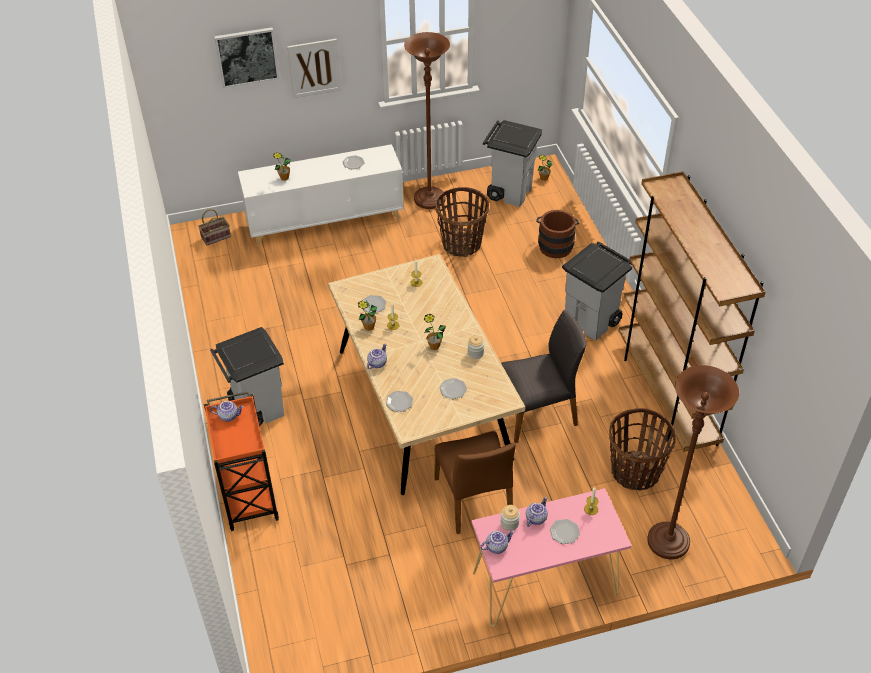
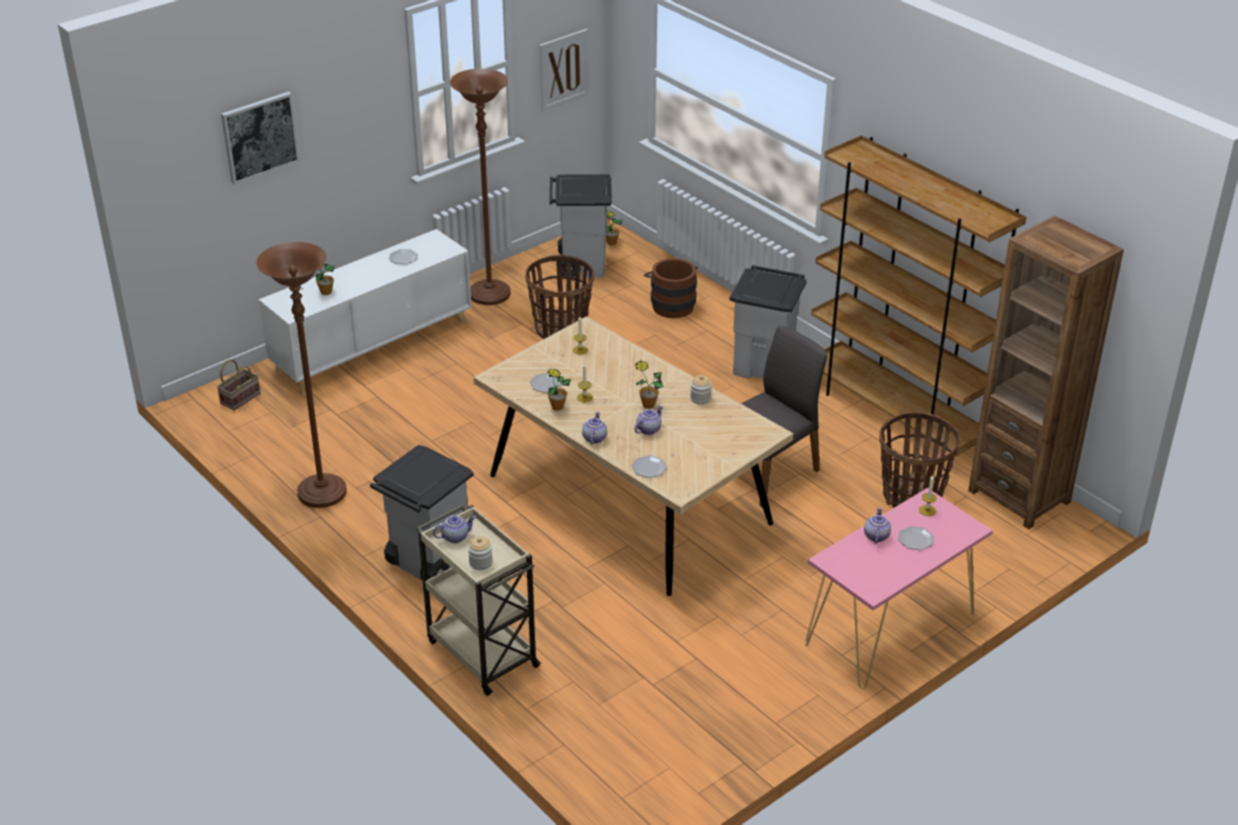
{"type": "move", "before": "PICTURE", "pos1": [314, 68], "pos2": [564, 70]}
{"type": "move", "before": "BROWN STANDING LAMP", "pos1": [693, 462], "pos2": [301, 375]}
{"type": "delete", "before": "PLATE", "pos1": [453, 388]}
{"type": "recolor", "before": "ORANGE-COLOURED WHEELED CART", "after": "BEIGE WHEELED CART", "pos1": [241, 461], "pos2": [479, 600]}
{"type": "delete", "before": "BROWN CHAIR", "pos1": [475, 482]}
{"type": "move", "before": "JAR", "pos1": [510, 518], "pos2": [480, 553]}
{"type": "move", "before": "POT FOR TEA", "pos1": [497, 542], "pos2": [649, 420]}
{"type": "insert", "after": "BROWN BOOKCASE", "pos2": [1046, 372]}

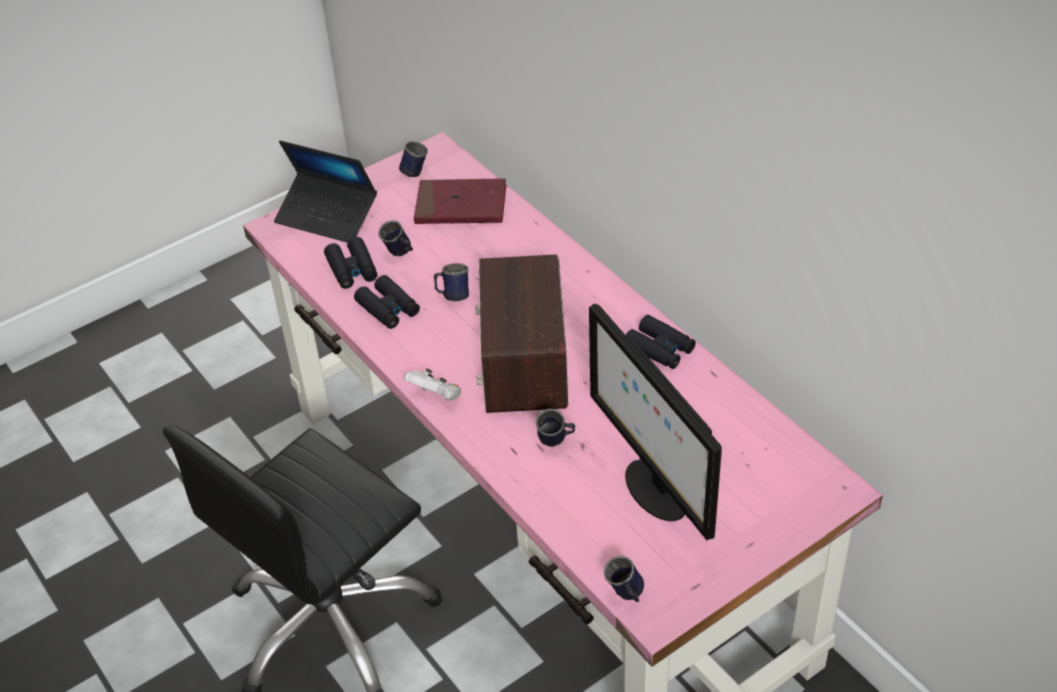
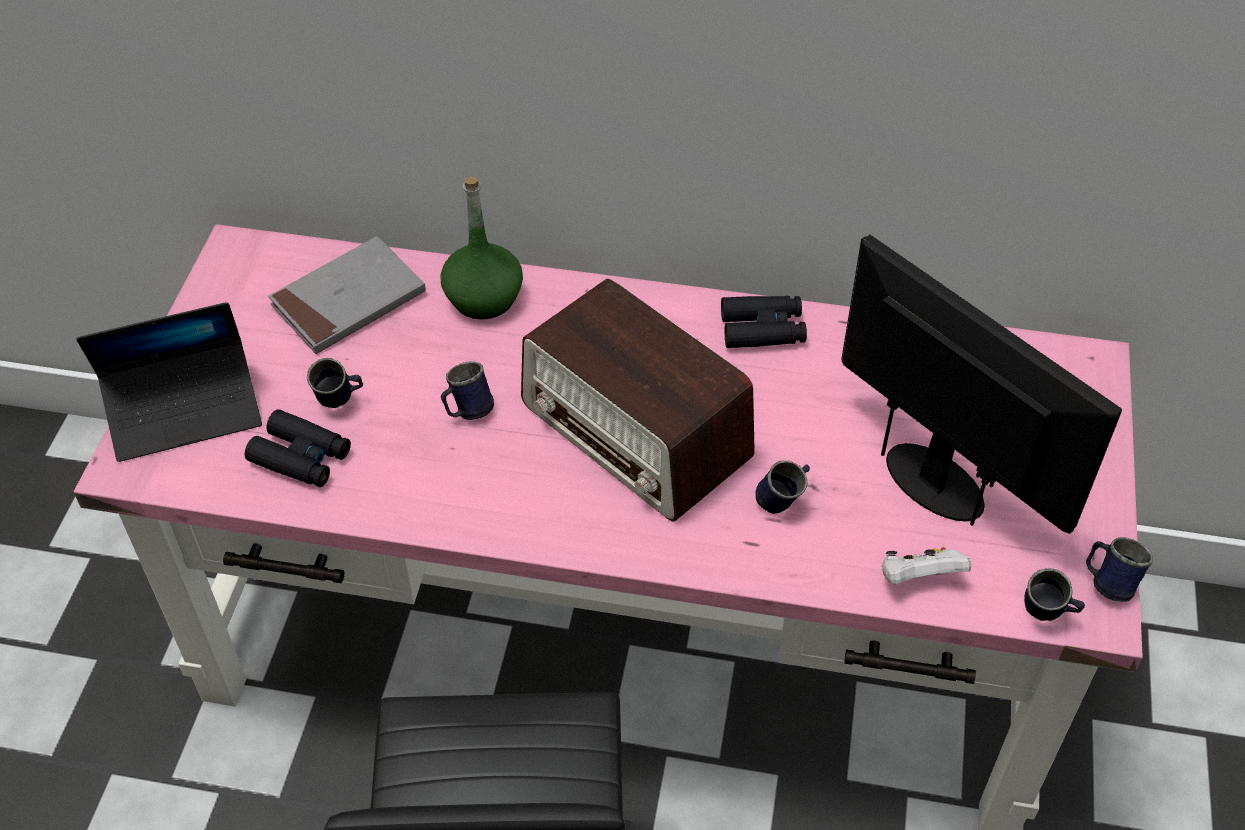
{"type": "move", "before": "BLUE COFFEE MUG", "pos1": [413, 159], "pos2": [1119, 569]}
{"type": "recolor", "before": "REDDISH VOLUME", "after": "GREY VOLUME", "pos1": [460, 201], "pos2": [347, 295]}
{"type": "delete", "before": "BLACK FIELD GLASSES", "pos1": [387, 302]}
{"type": "rotate", "before": "MONITOR", "pos1": [655, 421], "pos2": [981, 384], "turn": -150}
{"type": "move", "before": "WHITISH GAME CONTROLLER", "pos1": [432, 385], "pos2": [926, 565]}
{"type": "insert", "after": "GREEN BOTTLE", "pos2": [481, 248]}

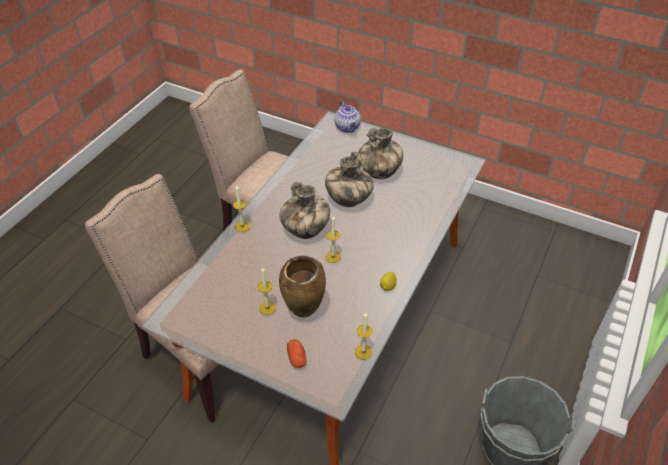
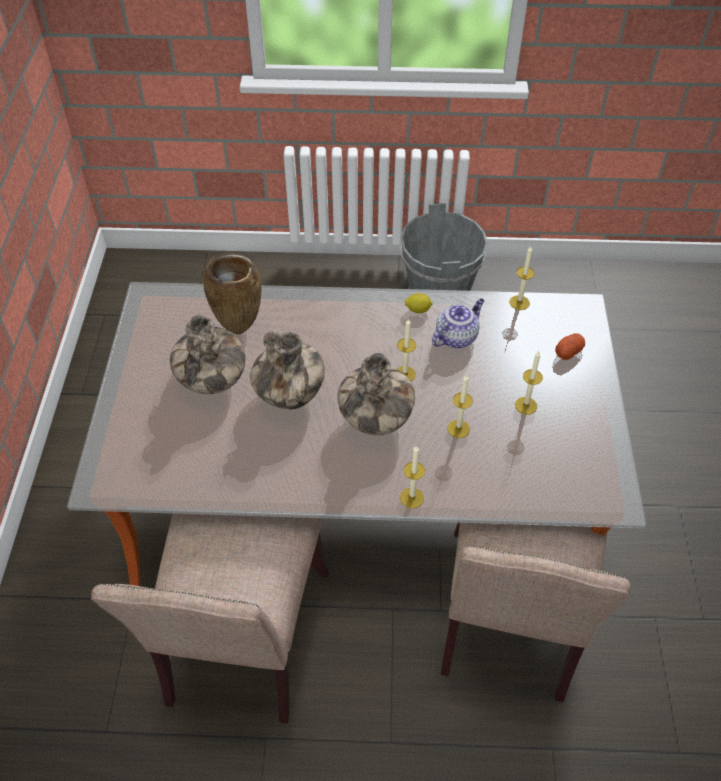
{"type": "move", "before": "POT FOR TEA", "pos1": [347, 117], "pos2": [458, 323]}
{"type": "move", "before": "BROWN FLOWER VASE", "pos1": [302, 287], "pos2": [232, 293]}
{"type": "insert", "after": "CANDLE", "pos2": [460, 406]}

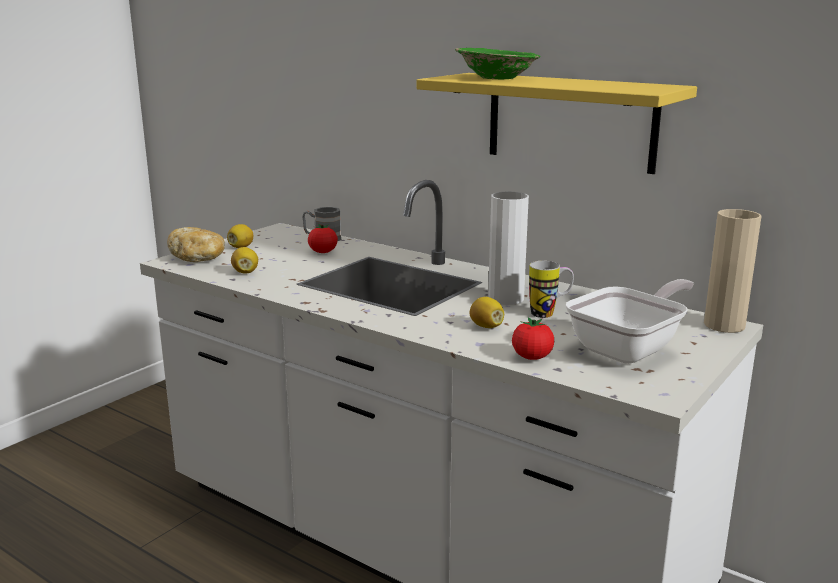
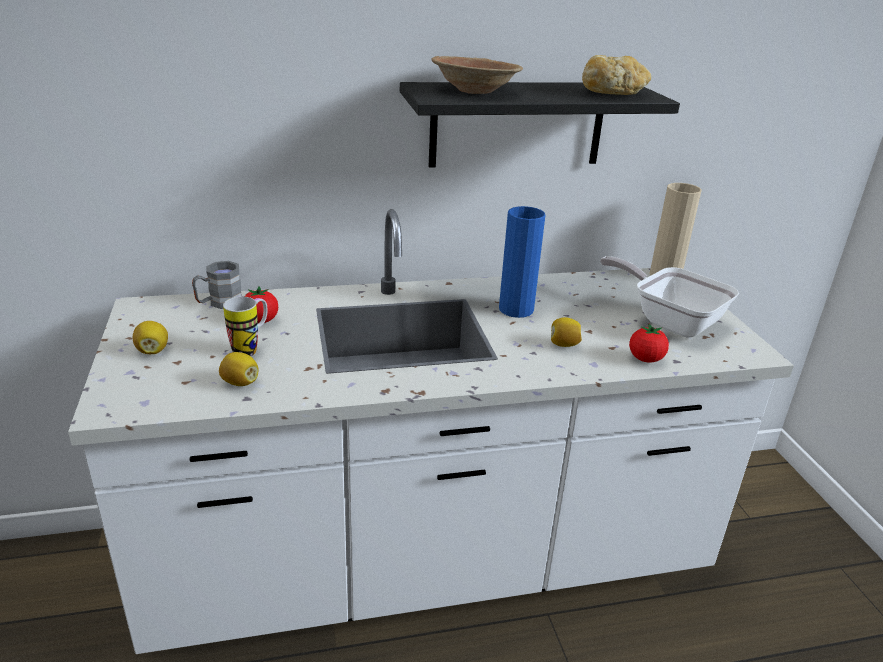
{"type": "recolor", "before": "GREEN SERVING BOWL", "after": "BROWN SERVING BOWL", "pos1": [498, 63], "pos2": [477, 75]}
{"type": "recolor", "before": "YELLOW-COLOURED BRACKET SHELF", "after": "BLACK BRACKET SHELF", "pos1": [557, 123], "pos2": [540, 125]}
{"type": "recolor", "before": "WHITISH FLOWER VASE", "after": "BLUE FLOWER VASE", "pos1": [508, 248], "pos2": [522, 262]}
{"type": "move", "before": "BAKED BREAD", "pos1": [196, 244], "pos2": [616, 75]}
{"type": "move", "before": "COFFEE MUG", "pos1": [551, 289], "pos2": [245, 326]}
{"type": "rotate", "before": "PAN", "pos1": [629, 321], "pos2": [669, 296], "turn": -45}

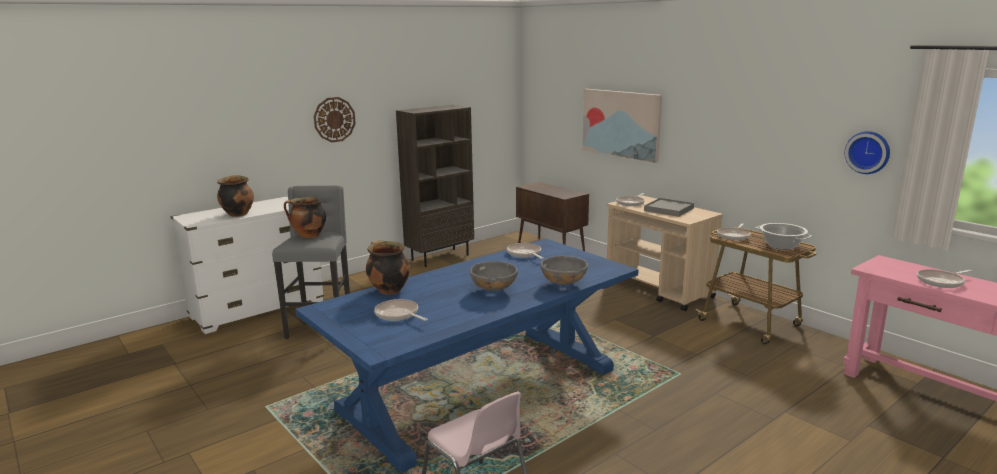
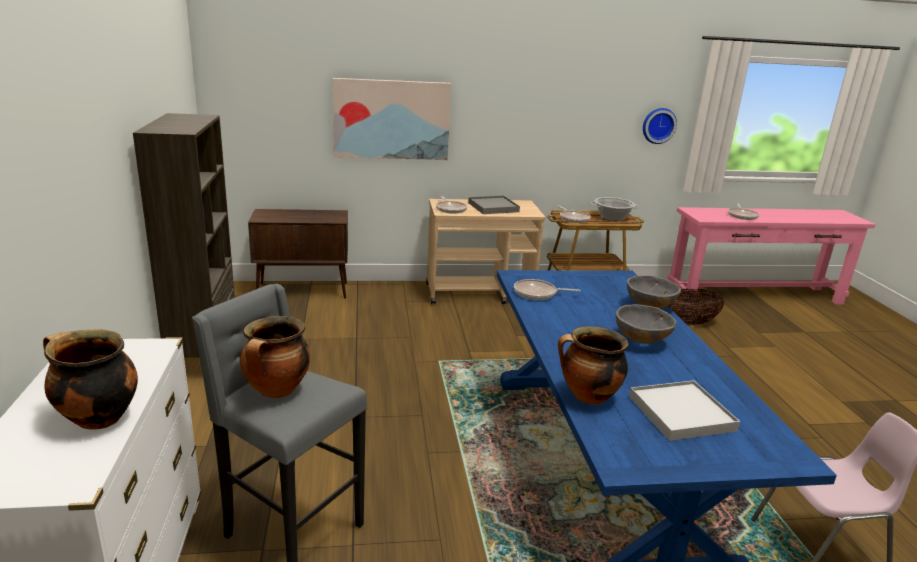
{"type": "delete", "before": "HANGING CLOCK", "pos1": [335, 119]}
{"type": "replace", "before": "PAN", "after": "WHITISH TRAY", "pos1": [401, 310], "pos2": [684, 410]}
{"type": "insert", "after": "HOUSEHOLD BASKET", "pos2": [696, 307]}

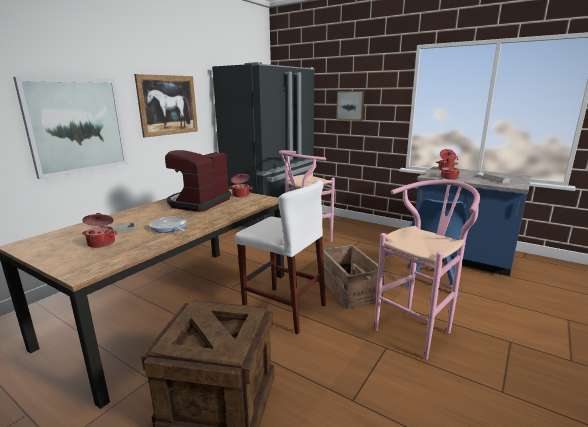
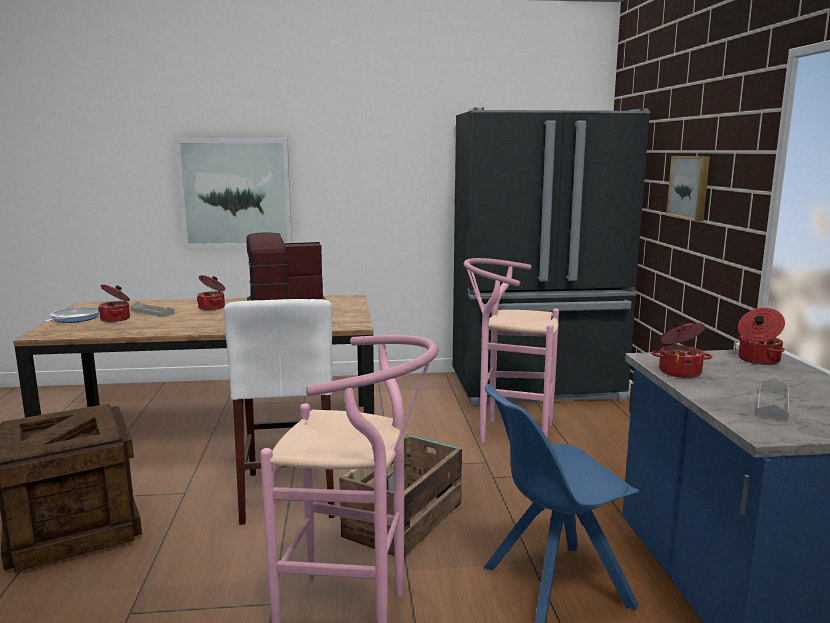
{"type": "delete", "before": "PICTURE", "pos1": [166, 106]}
{"type": "move", "before": "SAUCEPOT", "pos1": [241, 185], "pos2": [211, 292]}
{"type": "move", "before": "PAN", "pos1": [168, 224], "pos2": [71, 315]}

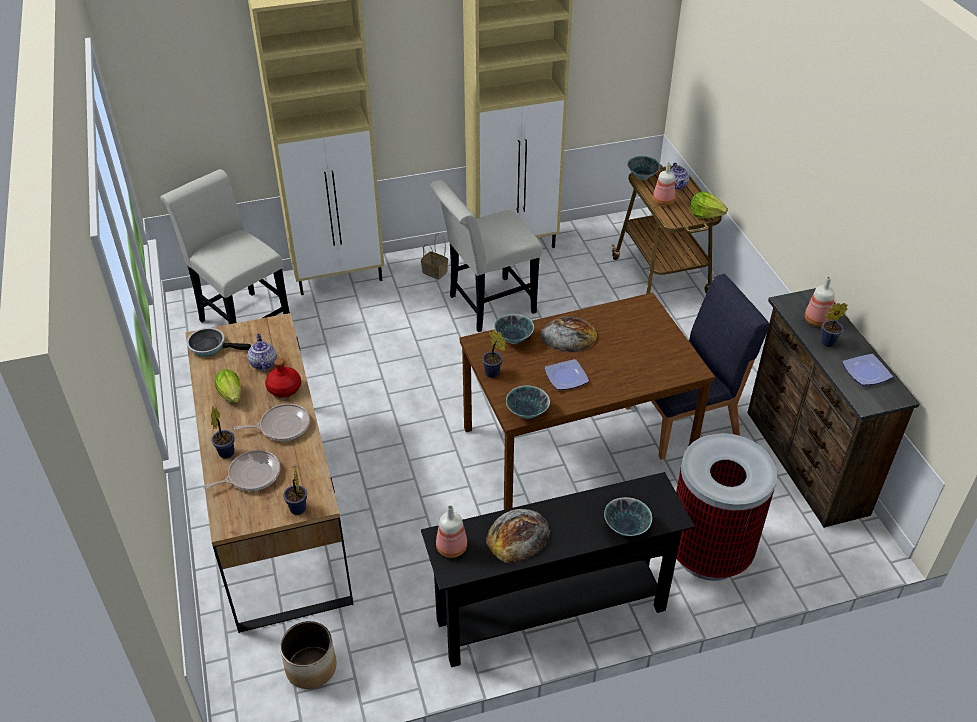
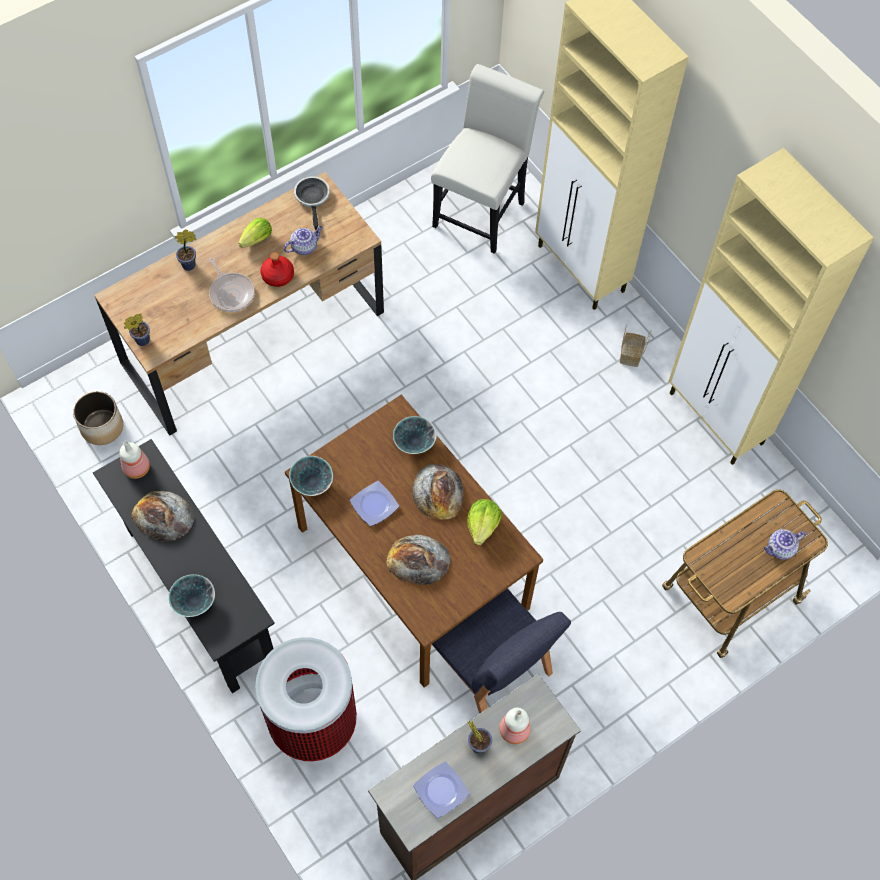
{"type": "delete", "before": "SERVING BOWL", "pos1": [643, 168]}
{"type": "delete", "before": "BOTTLE", "pos1": [664, 184]}
{"type": "delete", "before": "WHITISH CHAIR", "pos1": [486, 256]}
{"type": "move", "before": "LETTUCE HEAD", "pos1": [709, 204], "pos2": [484, 522]}
{"type": "delete", "before": "PLANT IN A POT", "pos1": [494, 354]}
{"type": "delete", "before": "PAN", "pos1": [241, 470]}
{"type": "insert", "after": "BAKED BREAD", "pos2": [418, 560]}

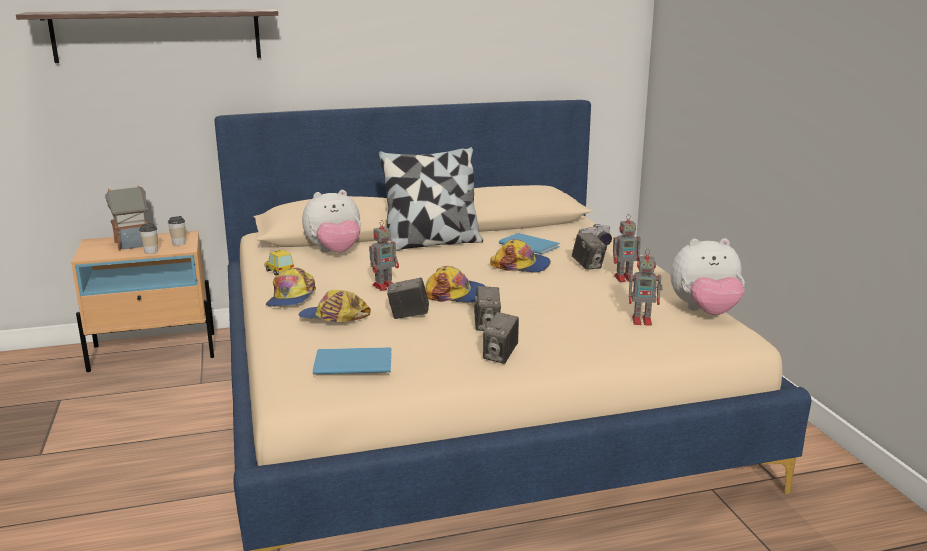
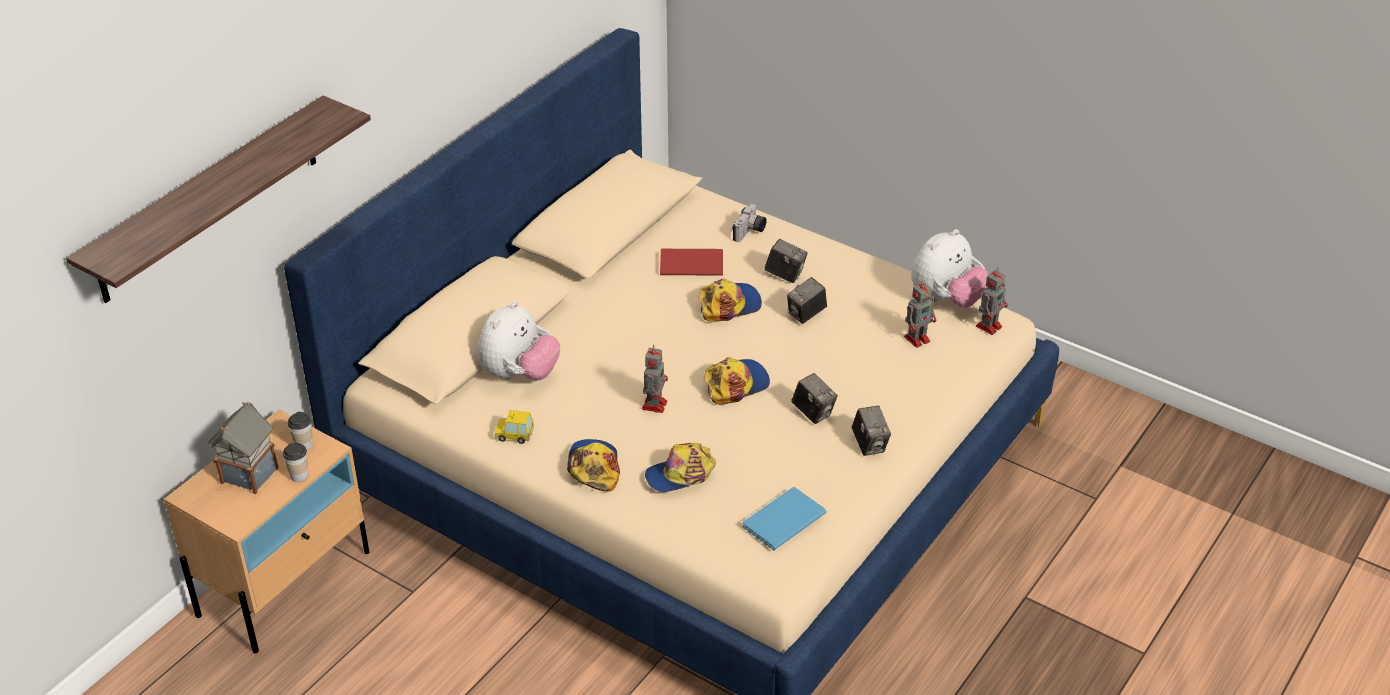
{"type": "delete", "before": "PILLOW", "pos1": [430, 199]}
{"type": "move", "before": "MODEL ROBOT", "pos1": [627, 248], "pos2": [992, 301]}
{"type": "recolor", "before": "BLUE VOLUME", "after": "REDDISH VOLUME", "pos1": [529, 243], "pos2": [691, 262]}
{"type": "rotate", "before": "PEAKED CAP", "pos1": [291, 287], "pos2": [593, 465], "turn": -150}
{"type": "move", "before": "STILL CAMERA", "pos1": [408, 298], "pos2": [807, 300]}

